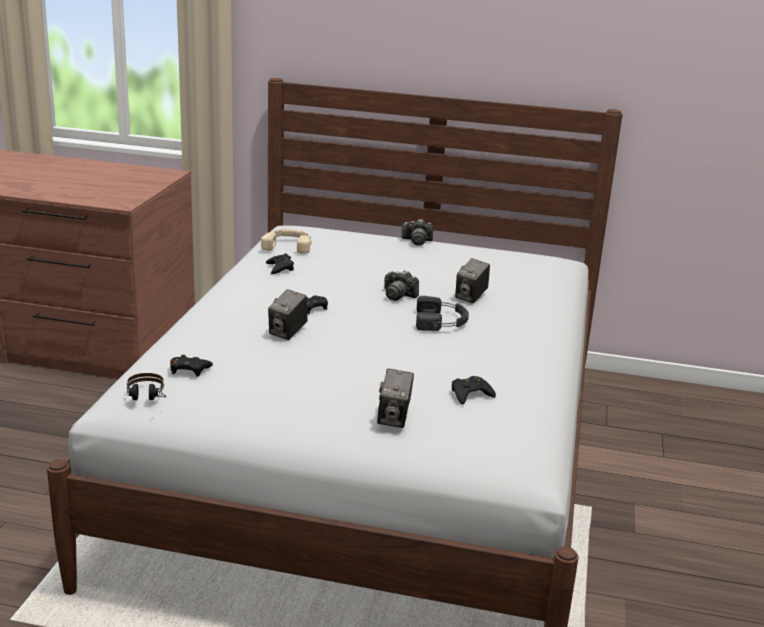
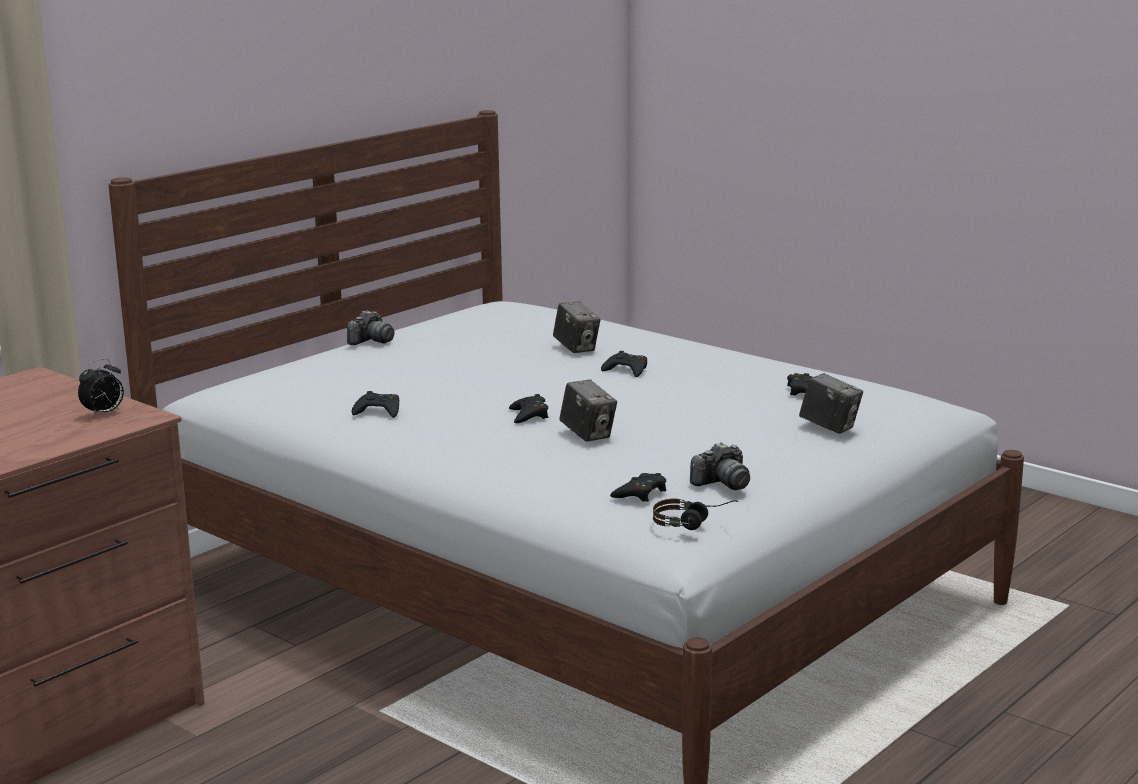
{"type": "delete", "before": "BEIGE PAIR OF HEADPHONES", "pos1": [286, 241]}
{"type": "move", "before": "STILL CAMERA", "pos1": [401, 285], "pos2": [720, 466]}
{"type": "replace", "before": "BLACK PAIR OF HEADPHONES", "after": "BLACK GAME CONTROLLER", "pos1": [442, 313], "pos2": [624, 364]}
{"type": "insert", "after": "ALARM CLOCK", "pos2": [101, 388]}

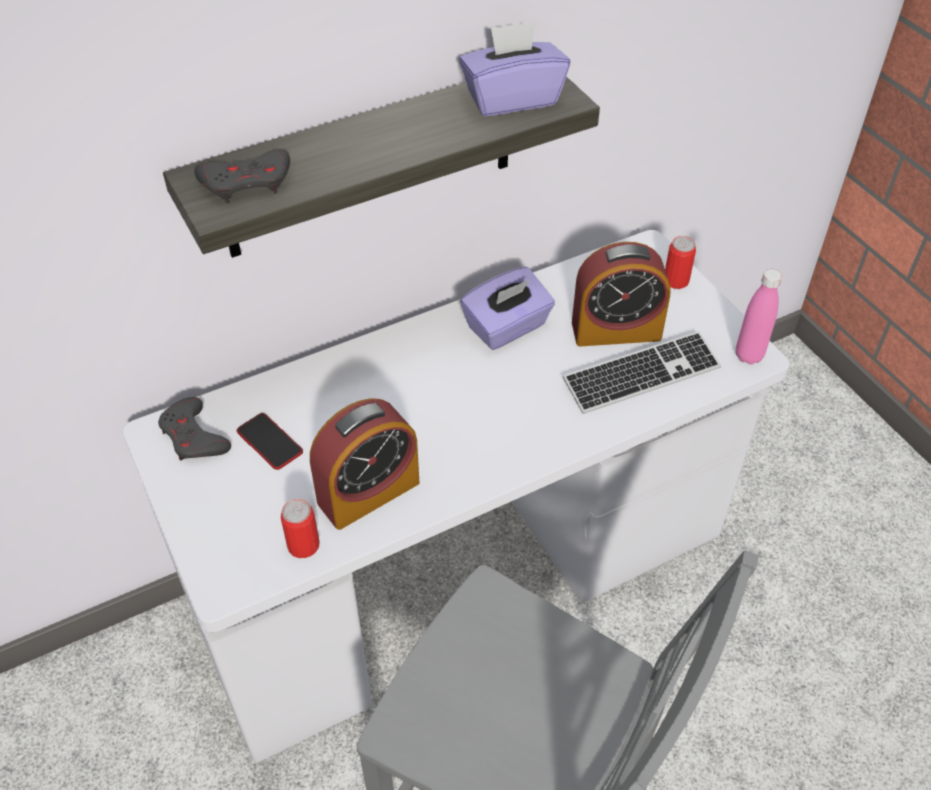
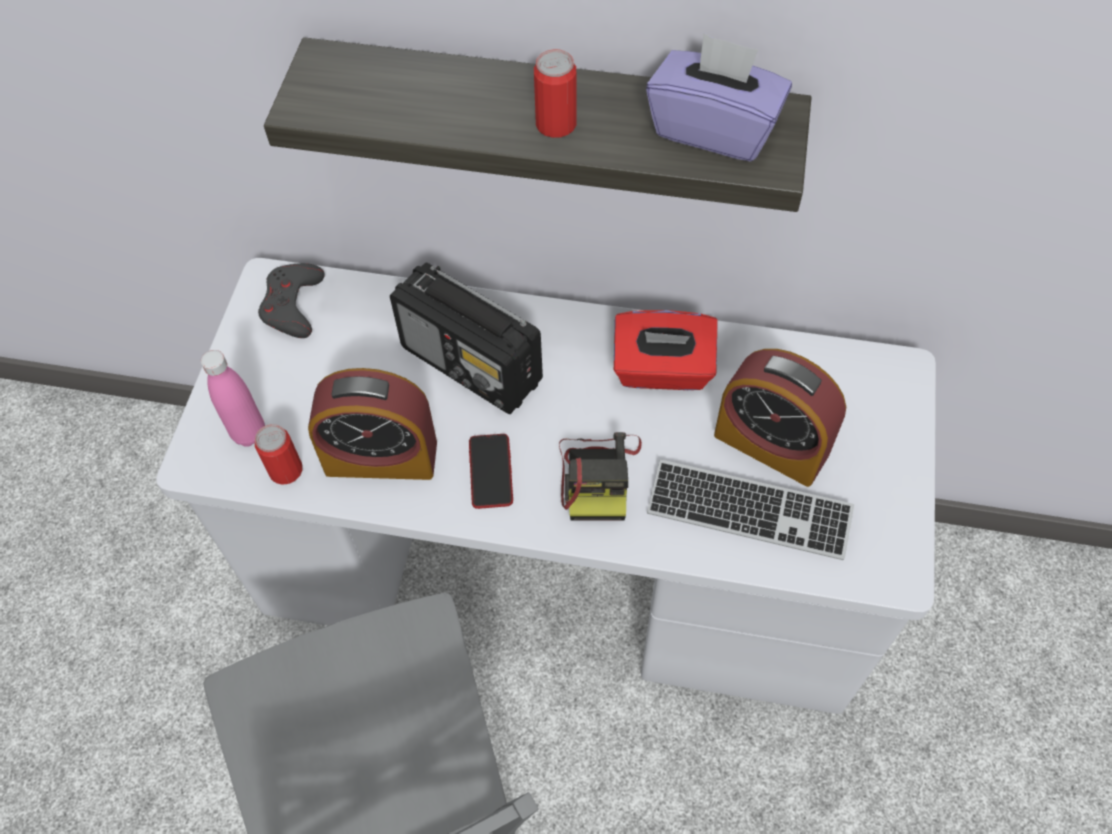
{"type": "delete", "before": "GREY GAME CONTROLLER", "pos1": [242, 176]}
{"type": "move", "before": "SEALED CAN", "pos1": [680, 262], "pos2": [555, 93]}
{"type": "recolor", "before": "PURPLE TISSUE HOLDER", "after": "REDDISH TISSUE HOLDER", "pos1": [508, 308], "pos2": [665, 350]}
{"type": "move", "before": "PINK-COLOURED BOTTLE", "pos1": [759, 316], "pos2": [233, 398]}
{"type": "move", "before": "PHONE", "pos1": [270, 441], "pos2": [491, 471]}
{"type": "insert", "after": "RADIO SET", "pos2": [466, 338]}
{"type": "insert", "after": "STILL CAMERA", "pos2": [600, 476]}

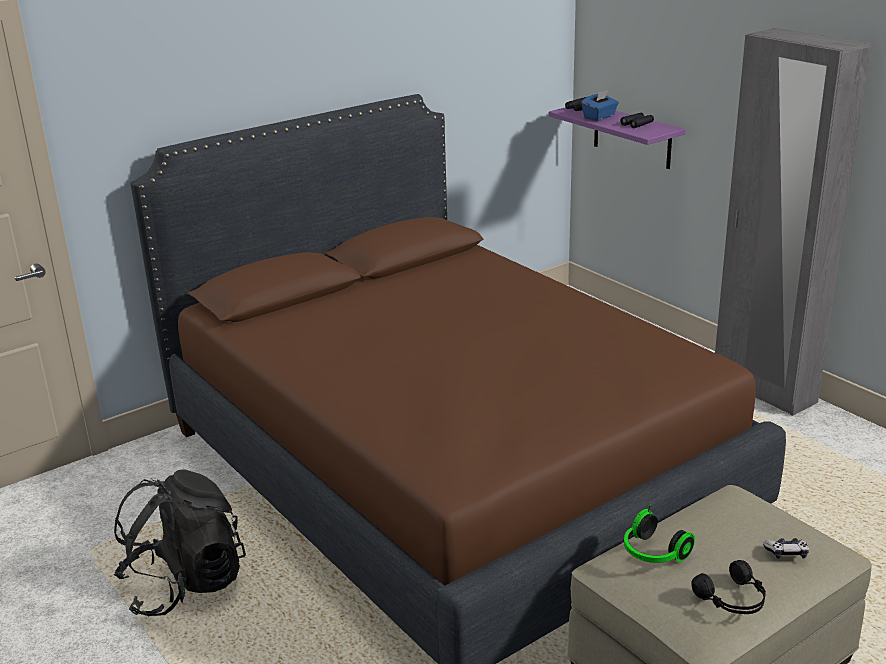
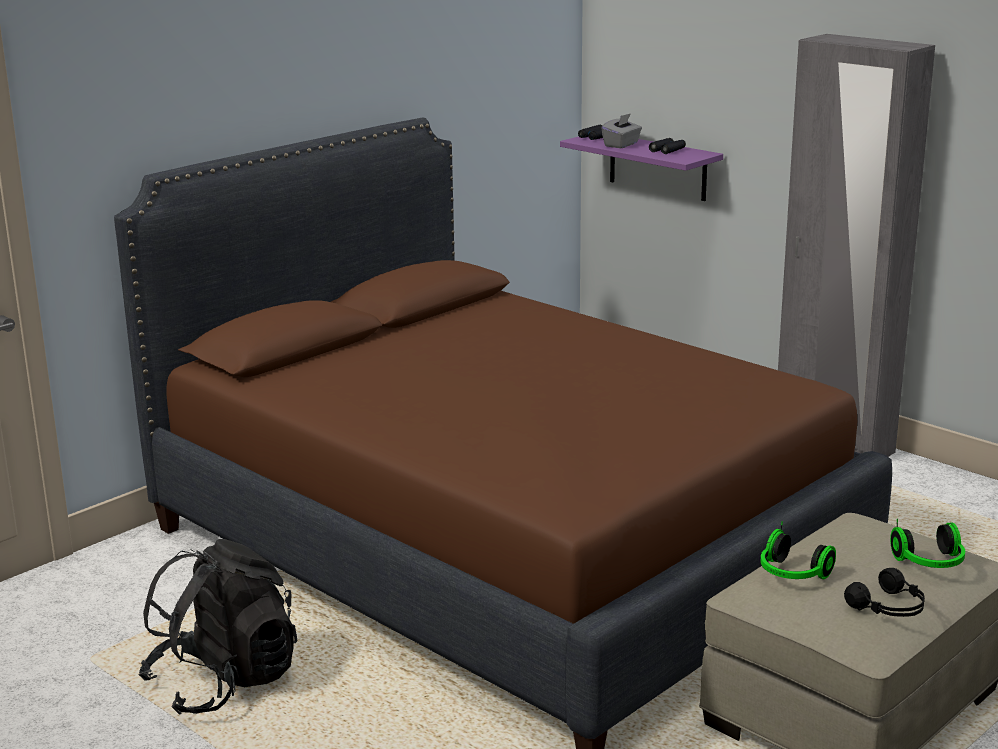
{"type": "recolor", "before": "BLUE TISSUE HOLDER", "after": "GREY TISSUE HOLDER", "pos1": [600, 105], "pos2": [621, 130]}
{"type": "replace", "before": "GAME CONTROLLER", "after": "PAIR OF HEADPHONES", "pos1": [786, 548], "pos2": [927, 543]}

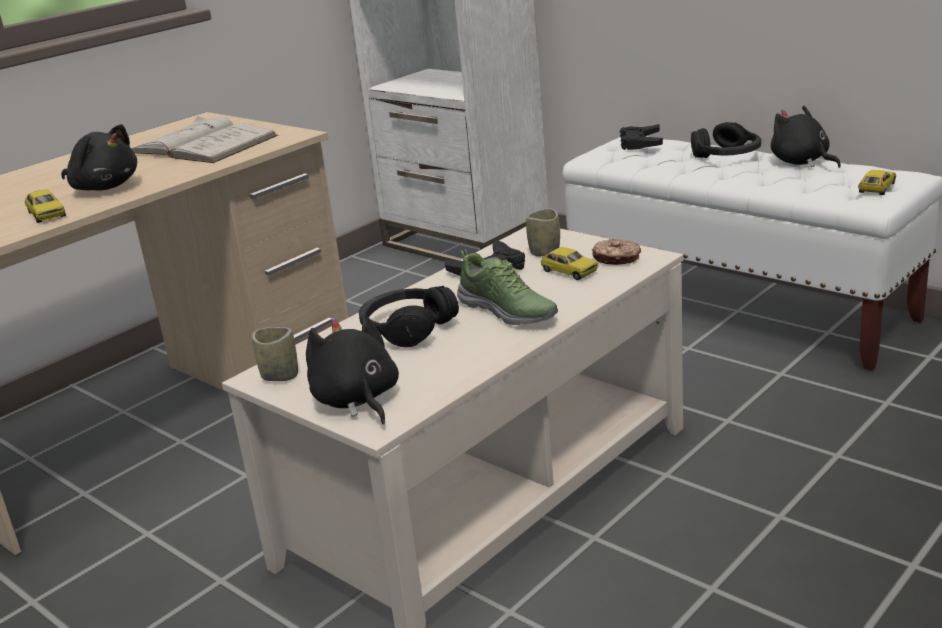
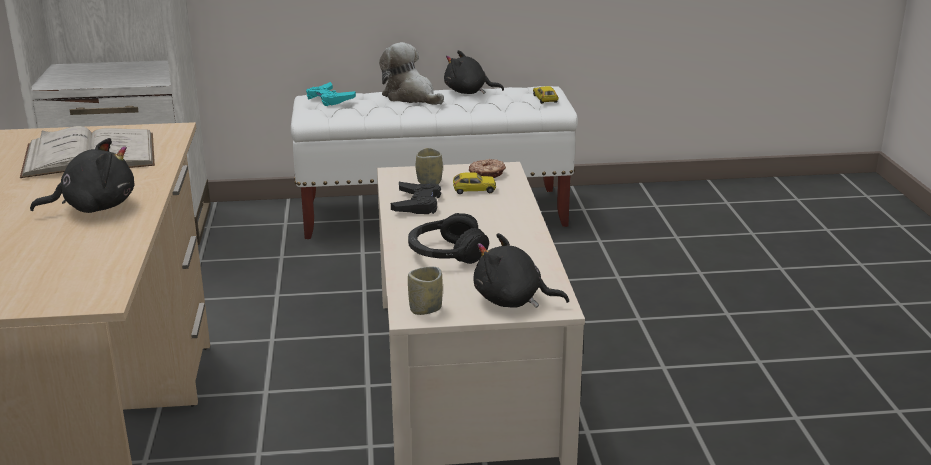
{"type": "replace", "before": "BLACK PAIR OF HEADPHONES", "after": "PLUSH TOY", "pos1": [726, 140], "pos2": [411, 73]}
{"type": "recolor", "before": "BLACK GAME CONTROLLER", "after": "TURQUOISE GAME CONTROLLER", "pos1": [641, 137], "pos2": [331, 94]}
{"type": "delete", "before": "TOY CAR", "pos1": [45, 206]}
{"type": "delete", "before": "SHOE", "pos1": [507, 287]}

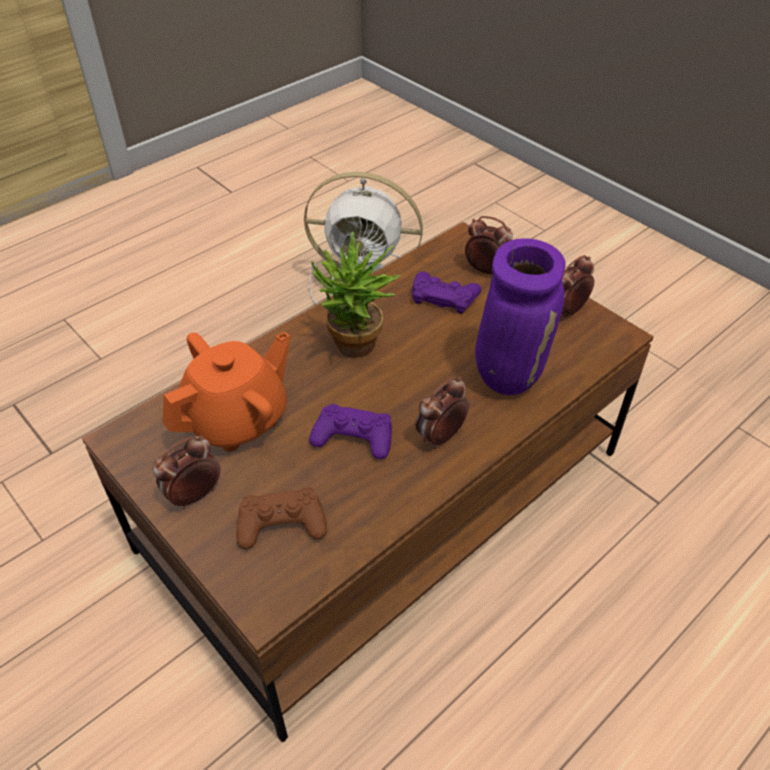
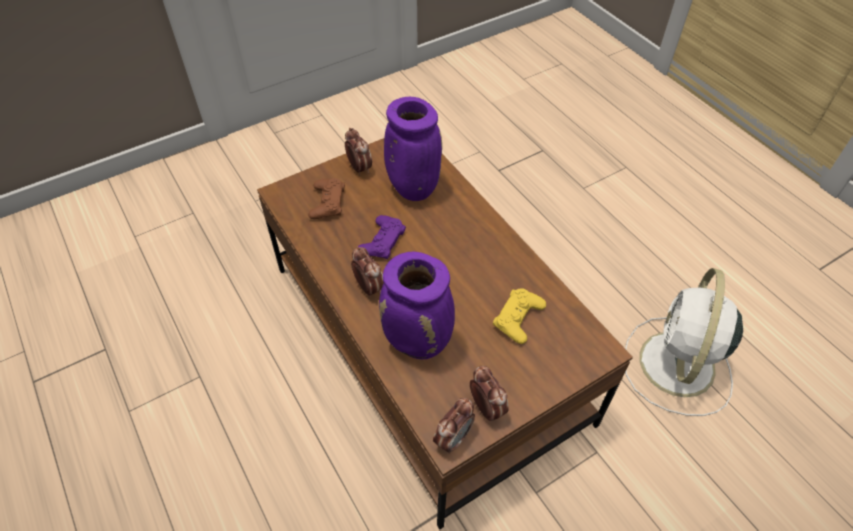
{"type": "move", "before": "ALARM CLOCK", "pos1": [489, 245], "pos2": [454, 426]}
{"type": "delete", "before": "PLANT IN A POT", "pos1": [356, 294]}
{"type": "recolor", "before": "PURPLE GAME CONTROLLER", "after": "YELLOW-COLOURED GAME CONTROLLER", "pos1": [446, 293], "pos2": [519, 316]}
{"type": "replace", "before": "ORANGE-COLOURED POT FOR TEA", "after": "PURPLE FLOWER VASE", "pos1": [226, 392], "pos2": [413, 149]}

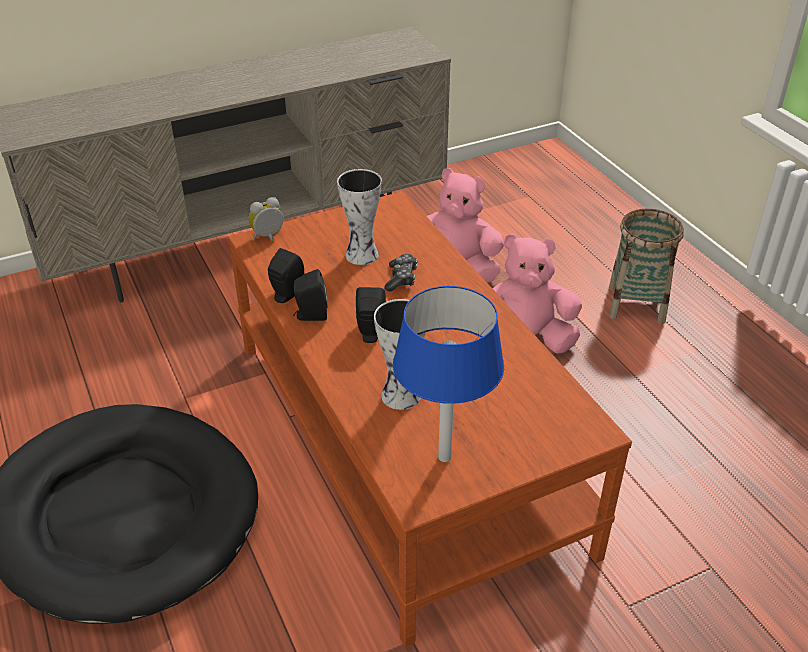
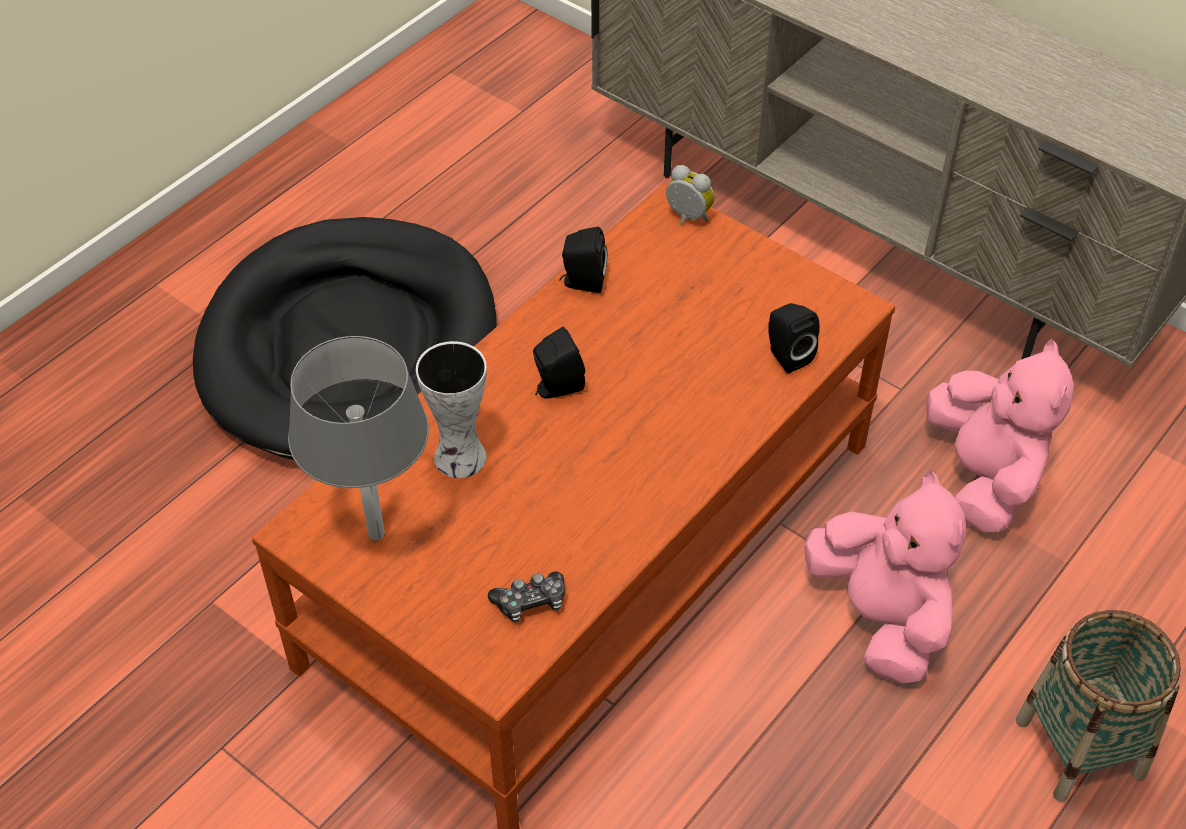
{"type": "delete", "before": "FLOWER VASE", "pos1": [359, 217]}
{"type": "move", "before": "GAME CONTROLLER", "pos1": [401, 273], "pos2": [526, 597]}
{"type": "move", "before": "BLACK AUDIO SPEAKER", "pos1": [310, 295], "pos2": [794, 338]}
{"type": "recolor", "before": "BLUE TABLE LAMP", "after": "GREY TABLE LAMP", "pos1": [448, 374], "pos2": [358, 438]}

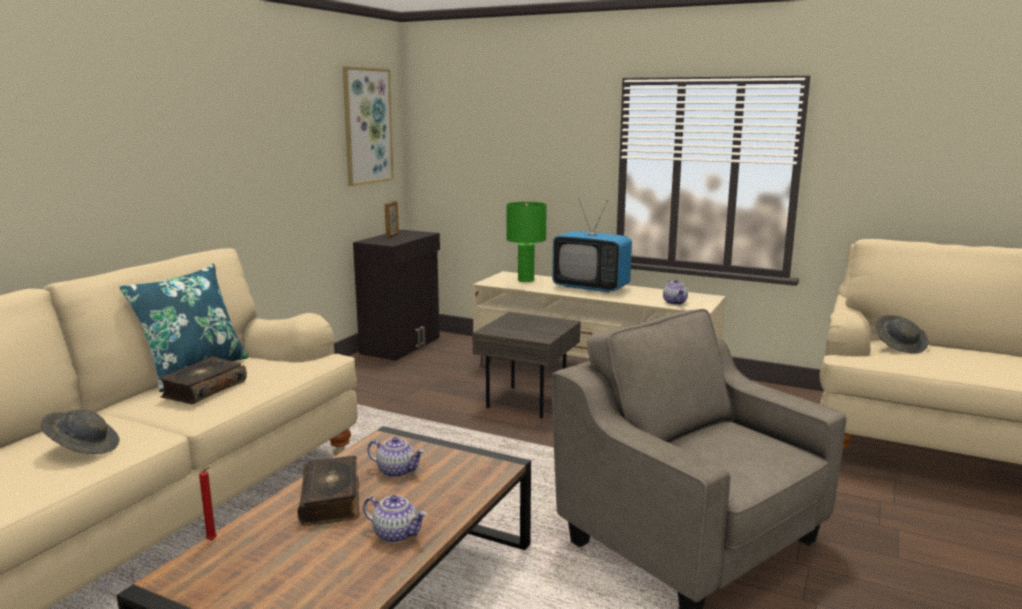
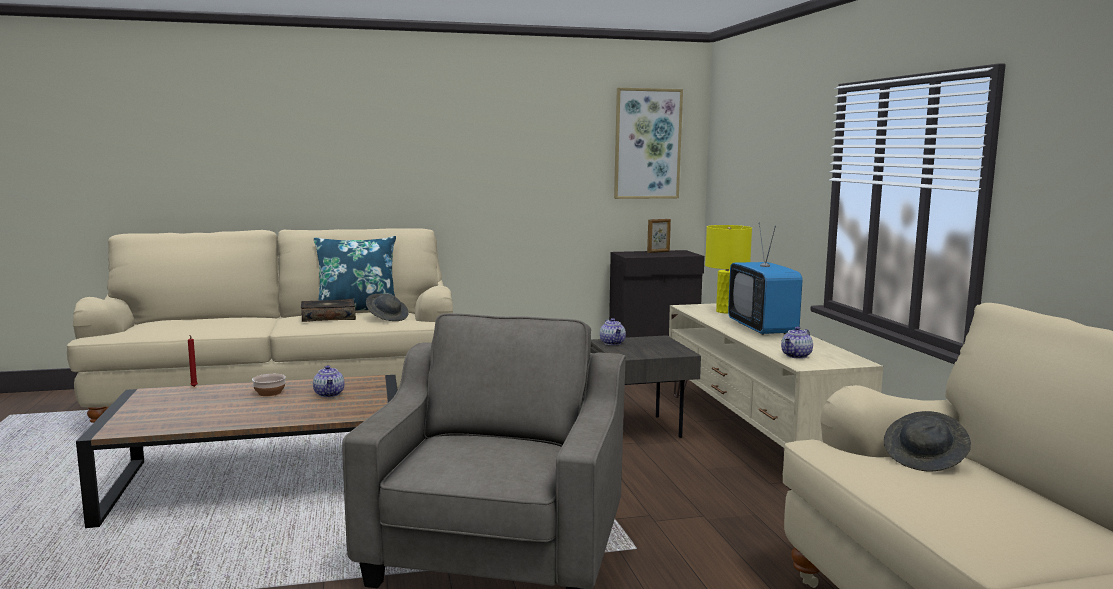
{"type": "recolor", "before": "GREEN TABLE LAMP", "after": "YELLOW-COLOURED TABLE LAMP", "pos1": [526, 242], "pos2": [728, 269]}
{"type": "move", "before": "GREY WEARABLE HAT", "pos1": [80, 431], "pos2": [387, 307]}
{"type": "replace", "before": "VOLUME", "after": "SERVING BOWL", "pos1": [328, 491], "pos2": [269, 385]}
{"type": "move", "before": "POT FOR TEA", "pos1": [395, 519], "pos2": [613, 331]}

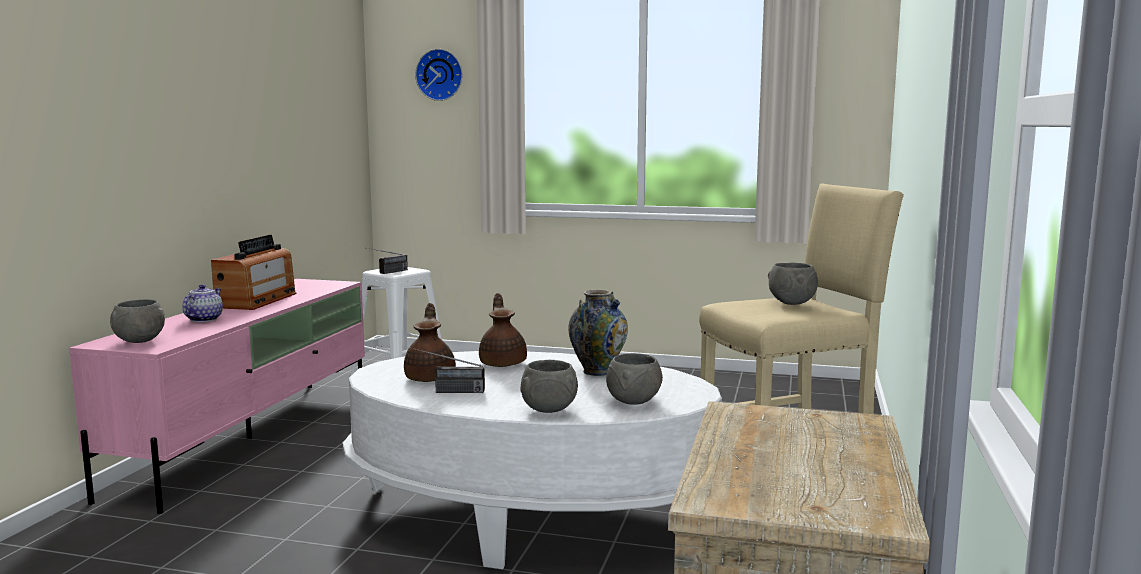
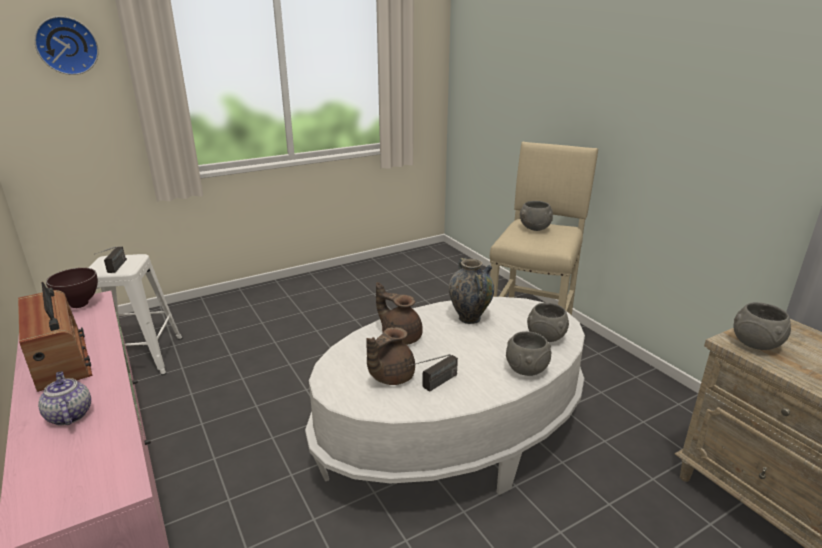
{"type": "move", "before": "GREY SERVING BOWL", "pos1": [137, 321], "pos2": [762, 326]}
{"type": "rotate", "before": "BROWN POT FOR TEA", "pos1": [430, 342], "pos2": [391, 356], "turn": -90}
{"type": "insert", "after": "BROWN SERVING BOWL", "pos2": [72, 288]}

